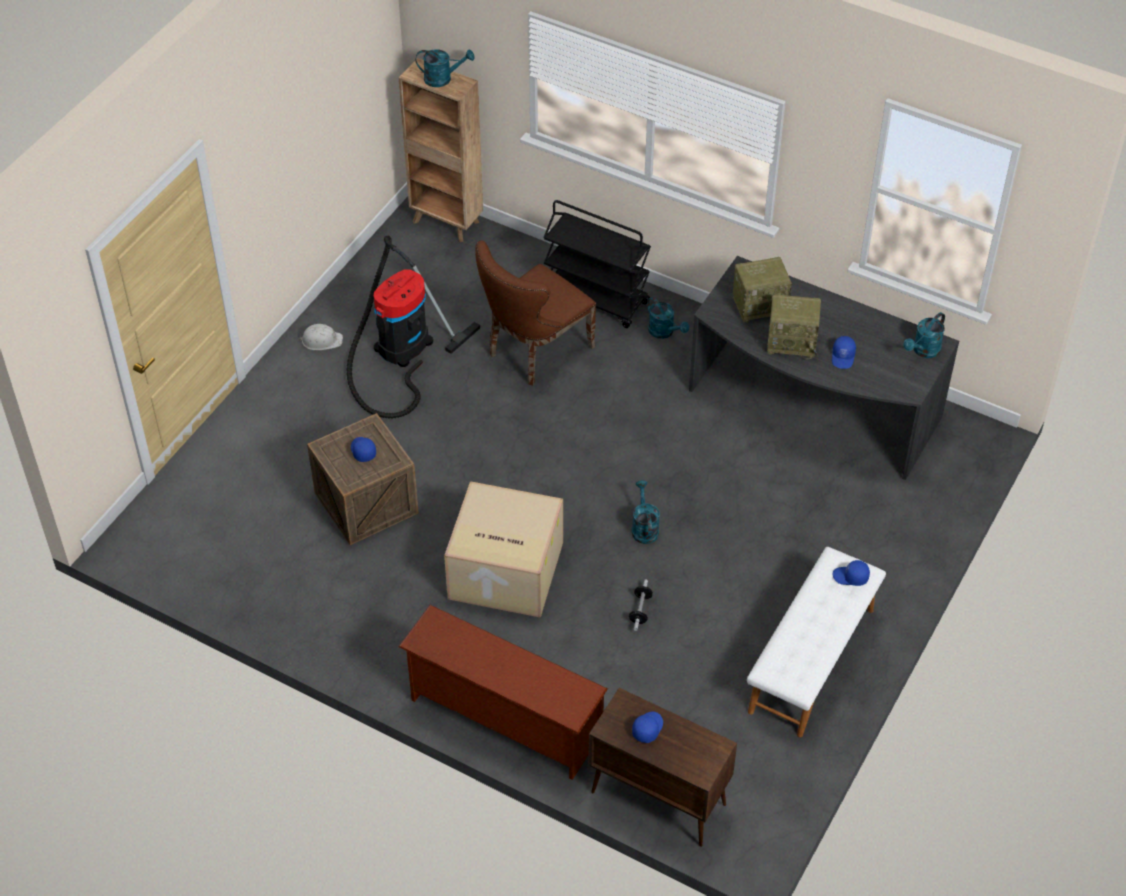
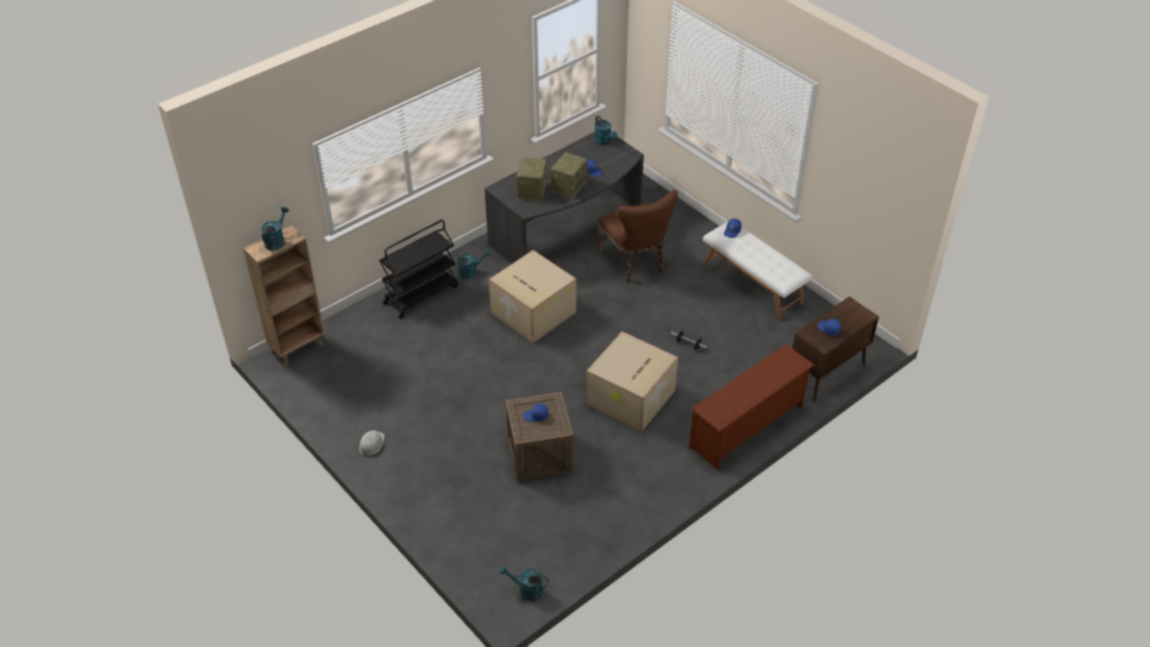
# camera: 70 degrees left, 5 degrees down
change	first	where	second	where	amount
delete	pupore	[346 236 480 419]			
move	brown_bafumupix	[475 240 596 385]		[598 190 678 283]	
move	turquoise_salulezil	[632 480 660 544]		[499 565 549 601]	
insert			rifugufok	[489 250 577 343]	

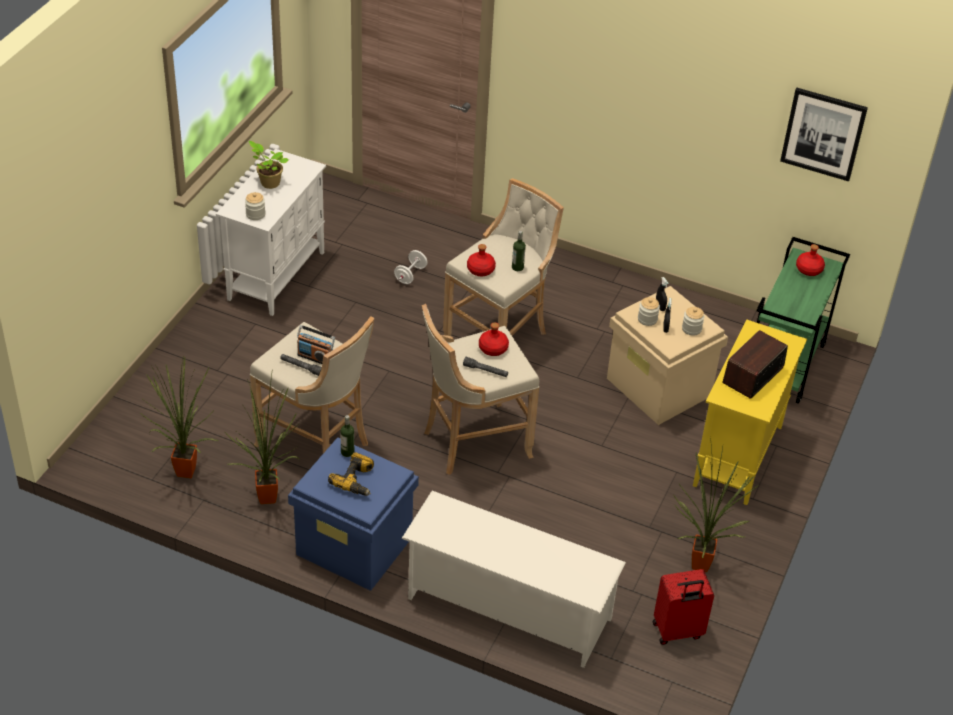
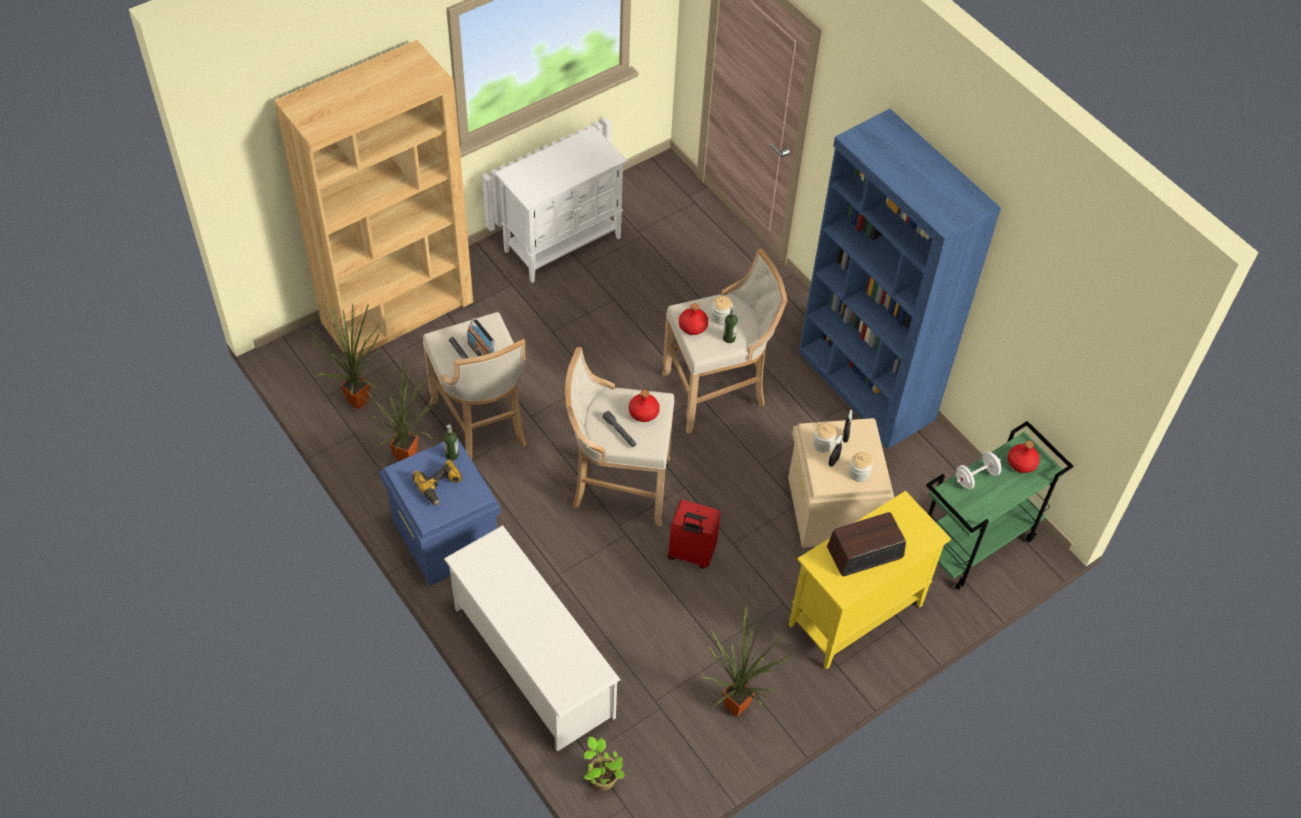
# camera: 30 degrees right, 10 degrees up
change	first	where	second	where	amount
delete	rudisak	[780 88 868 181]			
move	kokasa	[249 141 289 189]		[584 737 625 791]	
move	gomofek	[245 192 266 220]		[711 296 733 325]	
move	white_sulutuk	[394 250 428 284]		[956 452 1001 489]	
move	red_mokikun	[653 569 714 645]		[668 500 721 568]	
insert			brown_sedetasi	[274 40 473 359]	
insert			blue_sedetasi	[799 109 1001 449]	

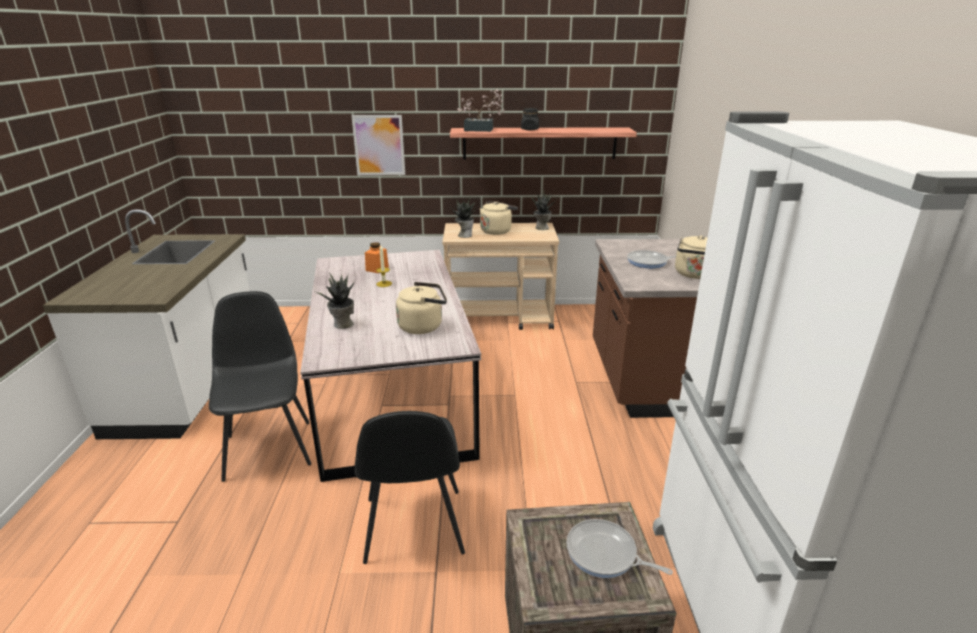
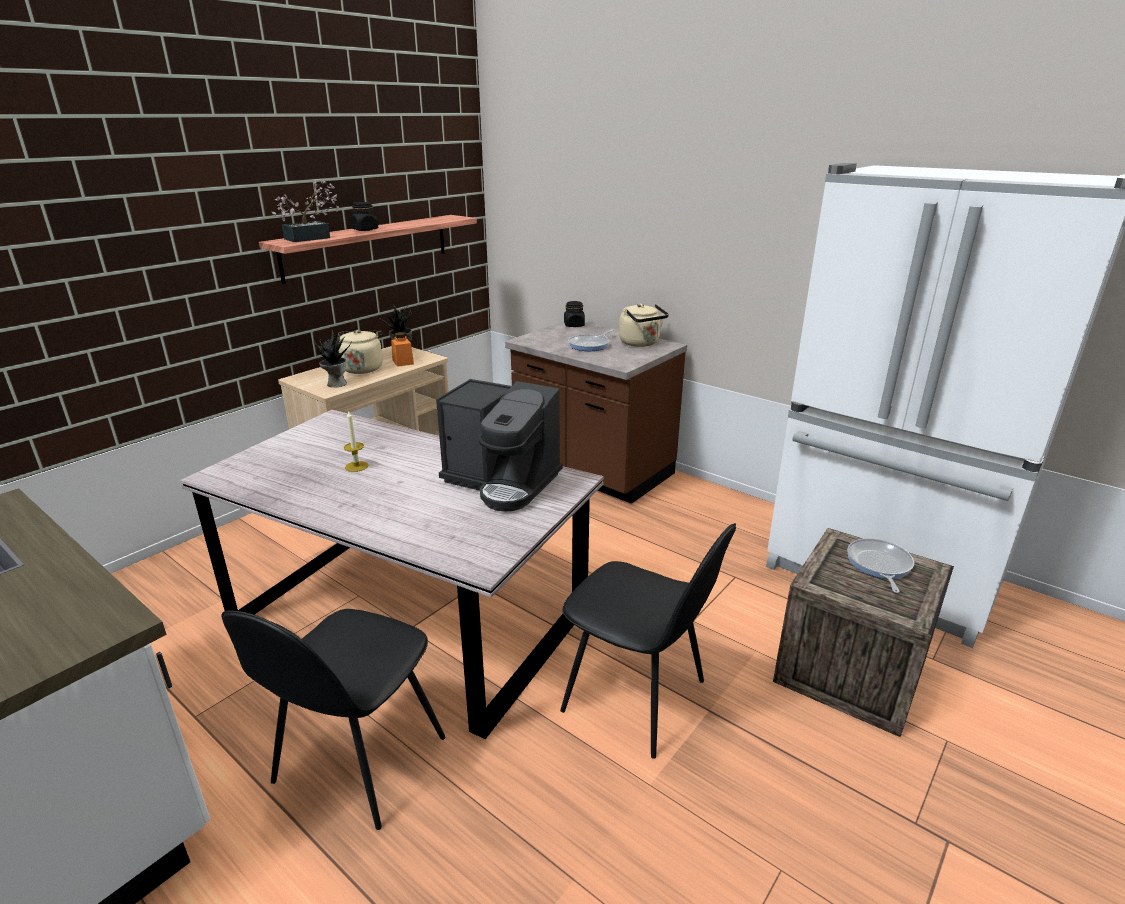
# camera: 50 degrees left, 0 degrees up
change	first	where	second	where	amount
delete	rudisak	[352 115 405 175]			
move	orange_gomofek	[365 242 389 273]		[391 332 414 367]	
delete	kokasa	[316 272 354 329]			
replace	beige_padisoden	[396 282 447 334]	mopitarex	[436 379 563 512]	
rotate	black_bafumupix	[209 291 311 482]		[221 609 445 830]	90 degrees counterclockwise
rotate	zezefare	[566 519 673 578]		[847 538 914 593]	120 degrees clockwise
insert			black_gomofek	[564 301 585 327]	

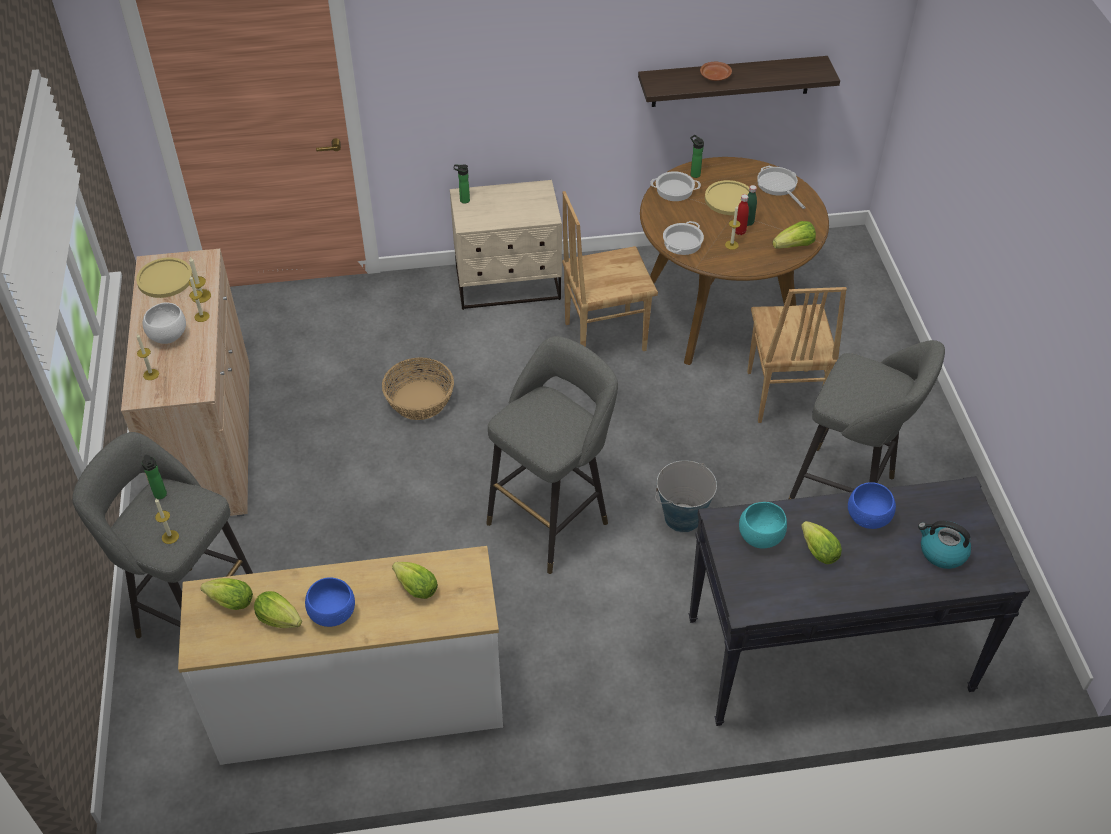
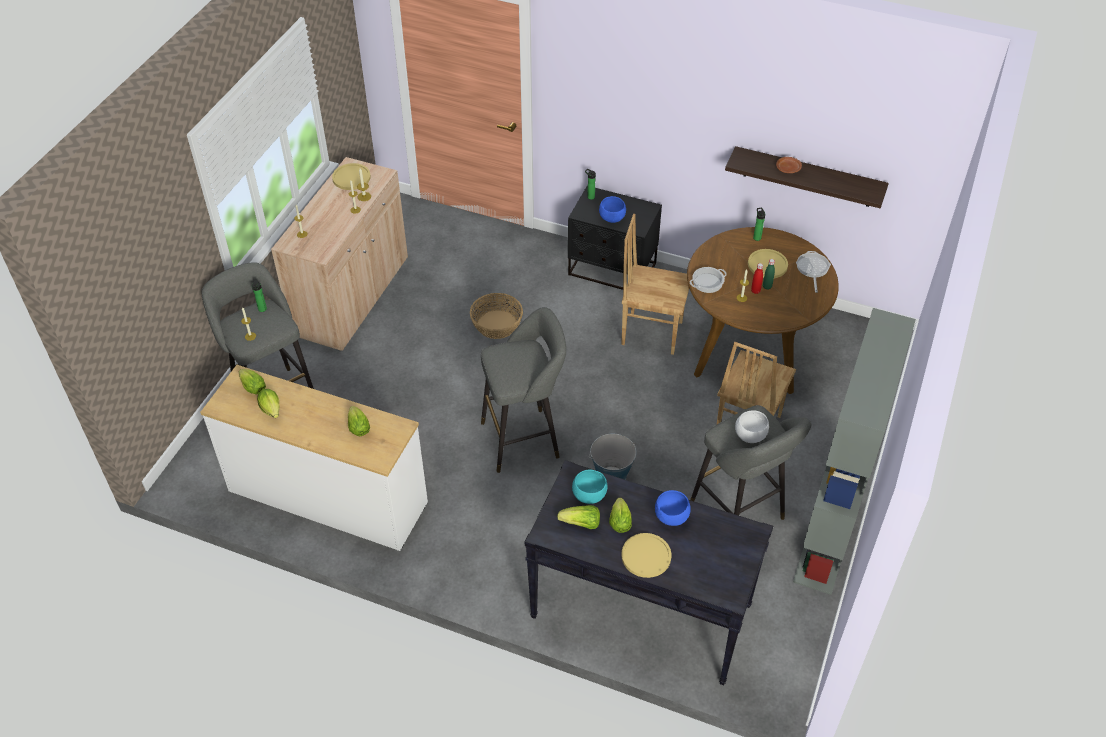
# camera: 30 degrees right, 0 degrees up
change	first	where	second	where	amount
delete	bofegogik	[650 171 701 201]			
recolor	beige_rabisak	[450 180 562 310]	black_rabisak	[568 186 662 290]	
move	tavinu	[772 221 816 249]		[557 505 600 529]	
move	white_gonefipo	[143 303 186 344]		[735 410 769 443]	
delete	padisoden	[918 521 971 569]			
move	blue_gonefipo	[305 577 355 627]		[599 196 626 223]	
insert			grey_sedetasi	[793 308 916 595]	
insert			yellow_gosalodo	[621 533 671 578]	

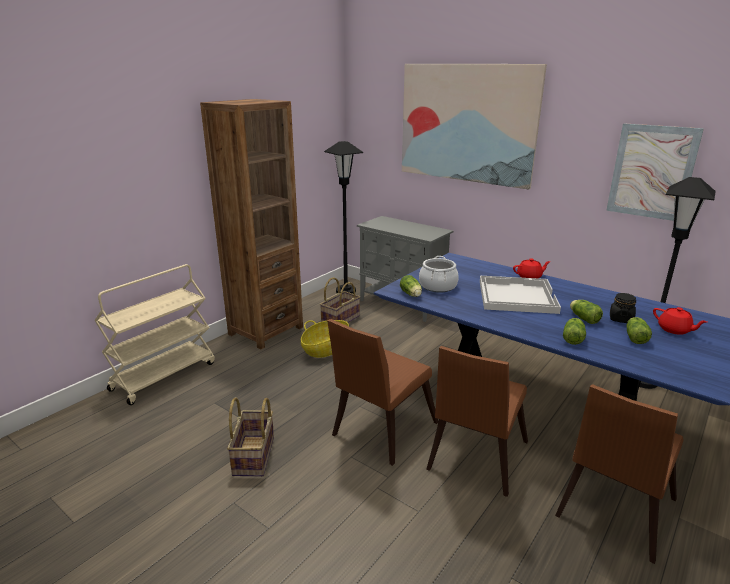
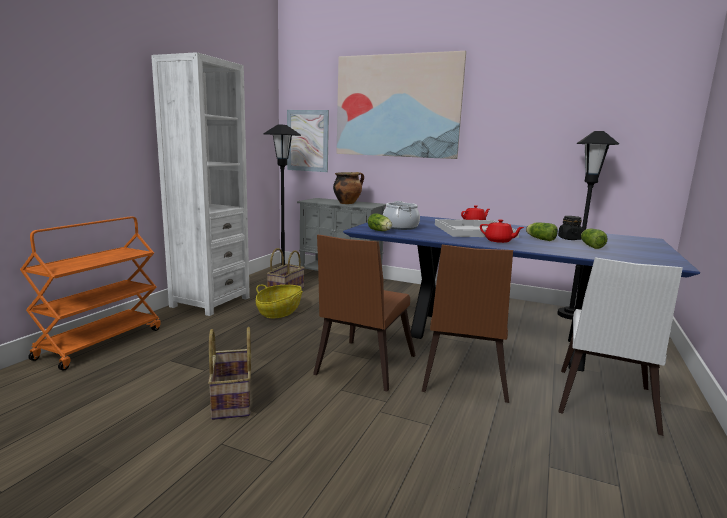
# camera: 15 degrees left, 10 degrees down
change	first	where	second	where	amount
recolor	brown_sedetasi	[200 99 303 350]	white_sedetasi	[151 52 250 316]	
move	rudisak	[606 123 704 221]		[287 110 329 172]	
recolor	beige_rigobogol	[94 264 215 405]	orange_rigobogol	[20 216 161 371]	
move	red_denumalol	[653 307 707 335]		[480 219 524 243]	
delete	tavinu	[563 318 586 345]			
recolor	brown_bafumupix	[555 384 684 564]	white_bafumupix	[558 258 683 436]	
insert			bofegogik	[333 172 364 204]	

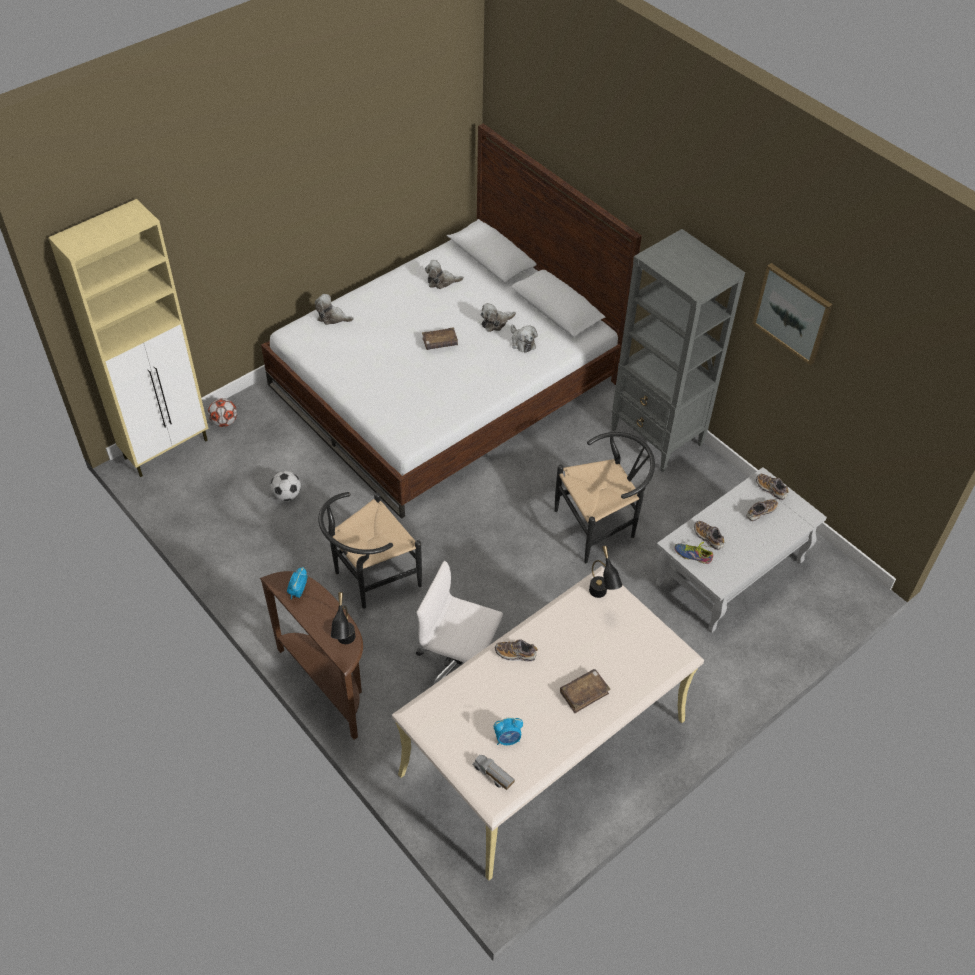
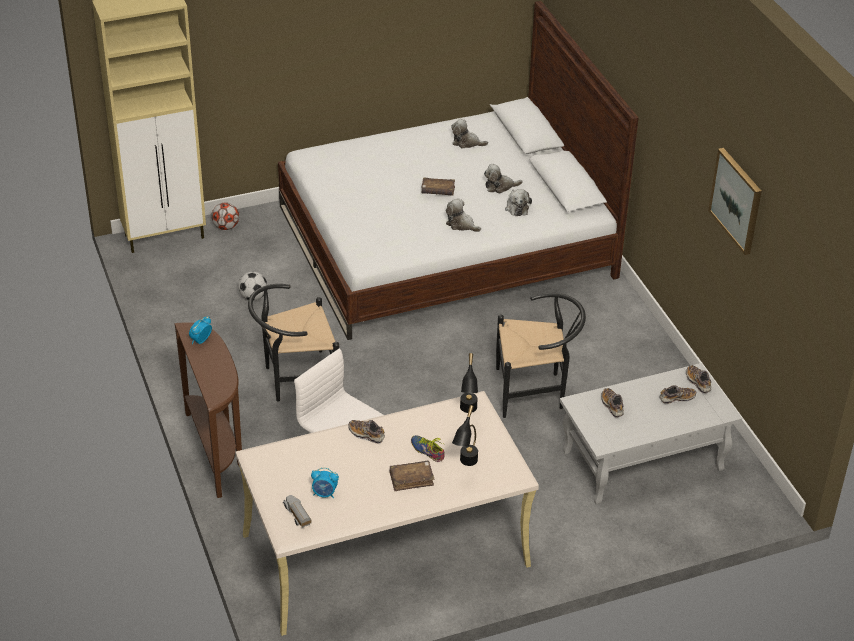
# camera: 20 degrees right, 10 degrees down
change	first	where	second	where	amount
delete	grey_sedetasi	[611 229 745 472]			
move	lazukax	[315 294 354 325]		[446 198 481 232]	
move	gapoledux	[674 542 713 564]		[411 435 445 462]	
move	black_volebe	[331 592 356 644]		[452 405 478 466]	

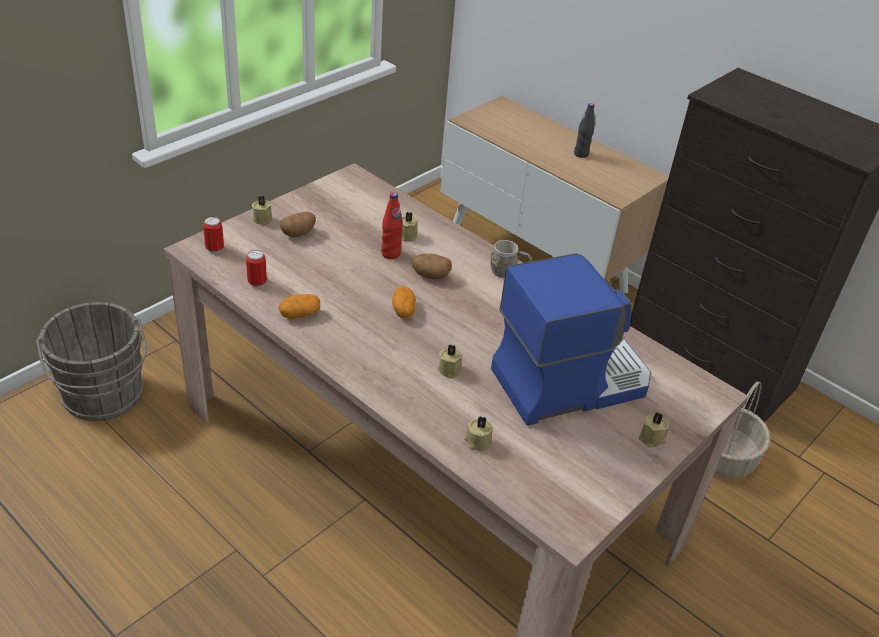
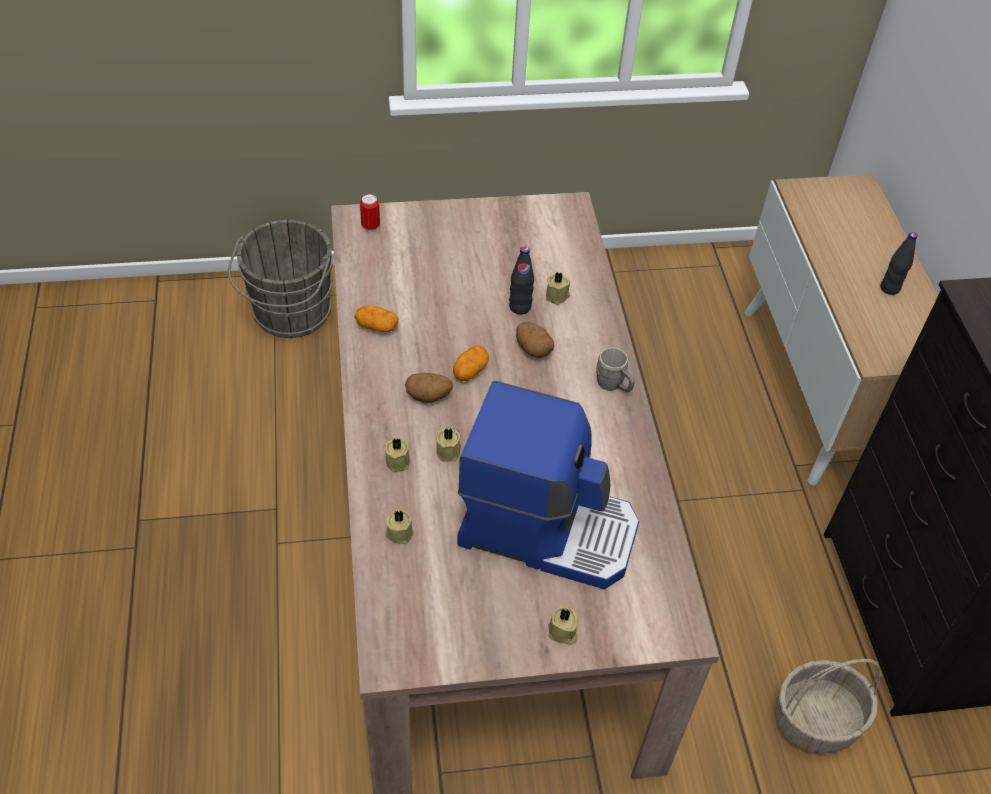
# camera: 40 degrees right, 10 degrees up
change	first	where	second	where	amount
recolor	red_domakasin	[381 193 403 259]	black_domakasin	[509 247 534 315]	
move	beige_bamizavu	[252 196 273 225]		[384 439 410 473]	
move	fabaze	[280 212 316 237]		[405 373 453 403]	
delete	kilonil	[246 250 267 288]			

